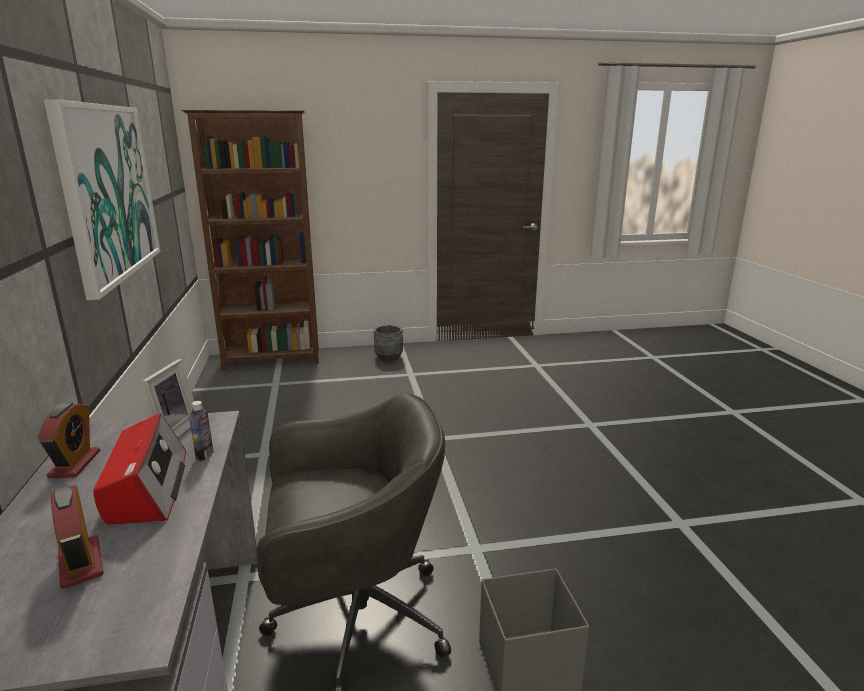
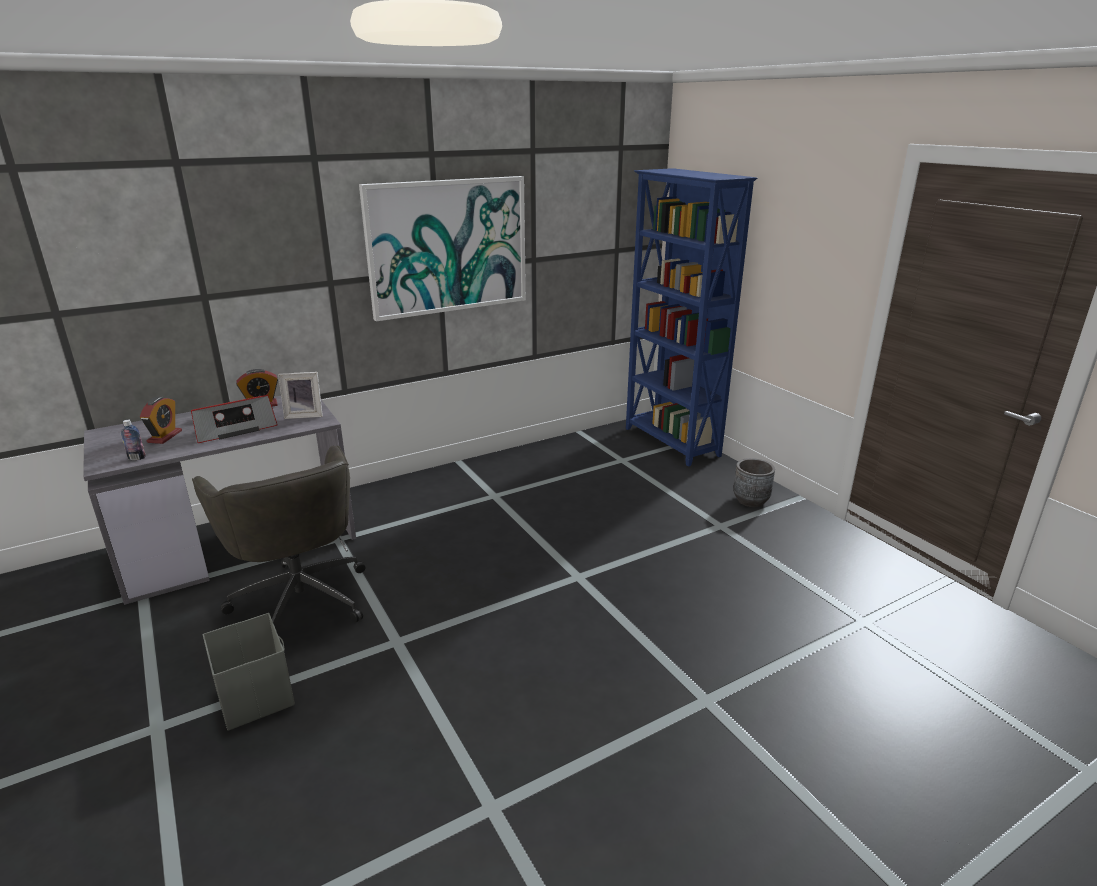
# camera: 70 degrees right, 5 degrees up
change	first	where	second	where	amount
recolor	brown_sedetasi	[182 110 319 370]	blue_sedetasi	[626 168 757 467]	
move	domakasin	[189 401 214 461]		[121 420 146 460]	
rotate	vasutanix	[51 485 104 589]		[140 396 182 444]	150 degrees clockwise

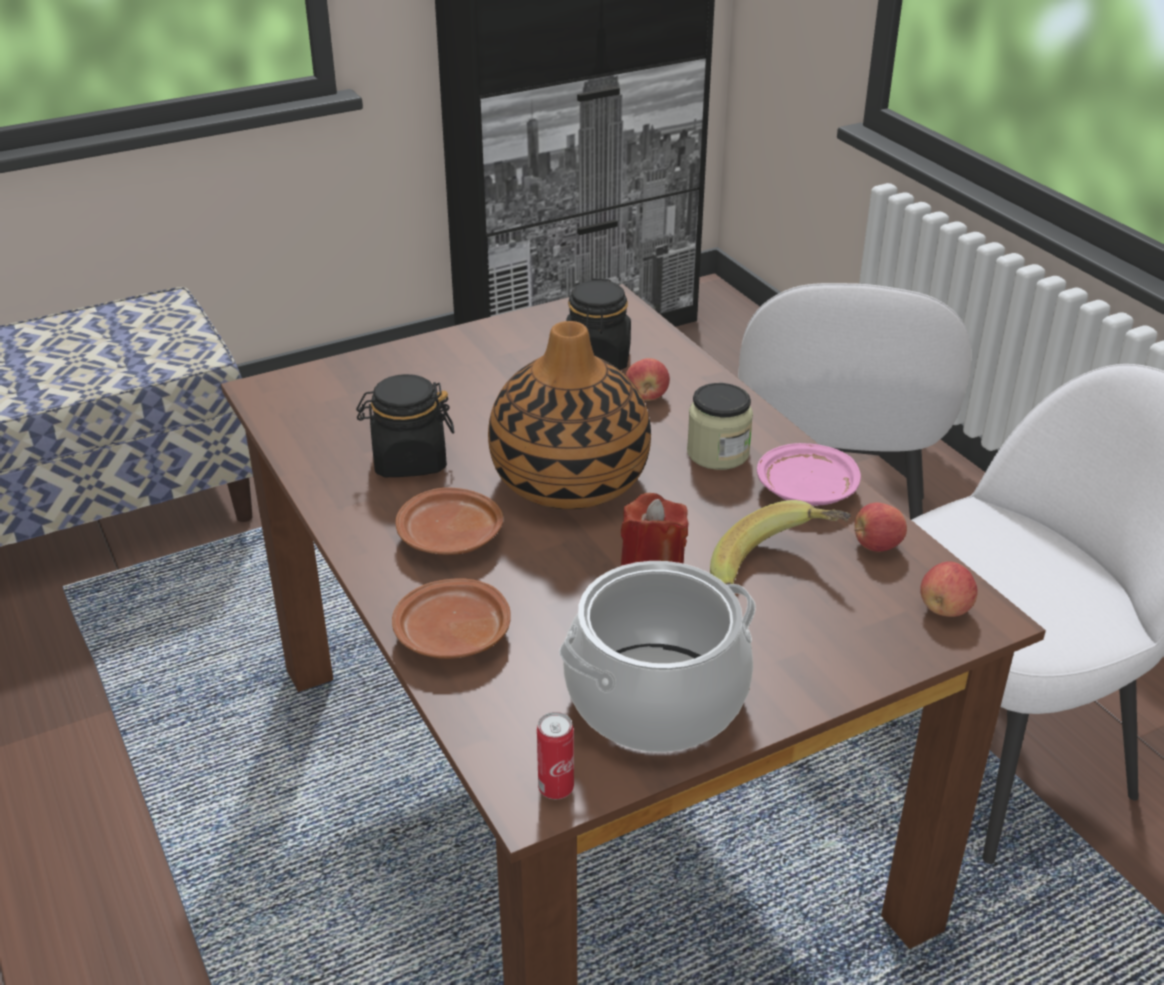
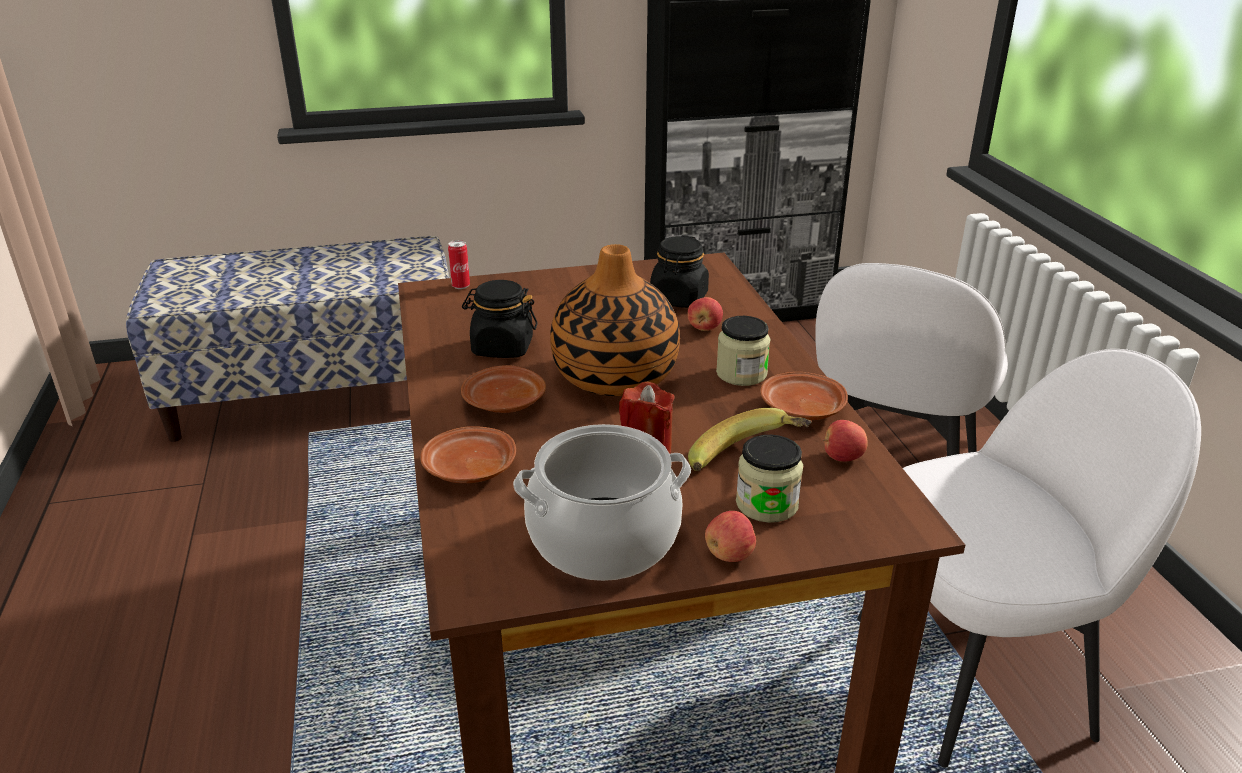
# camera: 15 degrees right, 5 degrees down
change	first	where	second	where	amount
recolor	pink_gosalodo	[757 443 861 506]	brown_gosalodo	[760 372 848 420]	
move	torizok	[920 562 978 617]		[705 511 756 562]	
move	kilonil	[537 712 574 799]		[448 240 470 289]	
insert			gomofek	[736 435 803 523]	

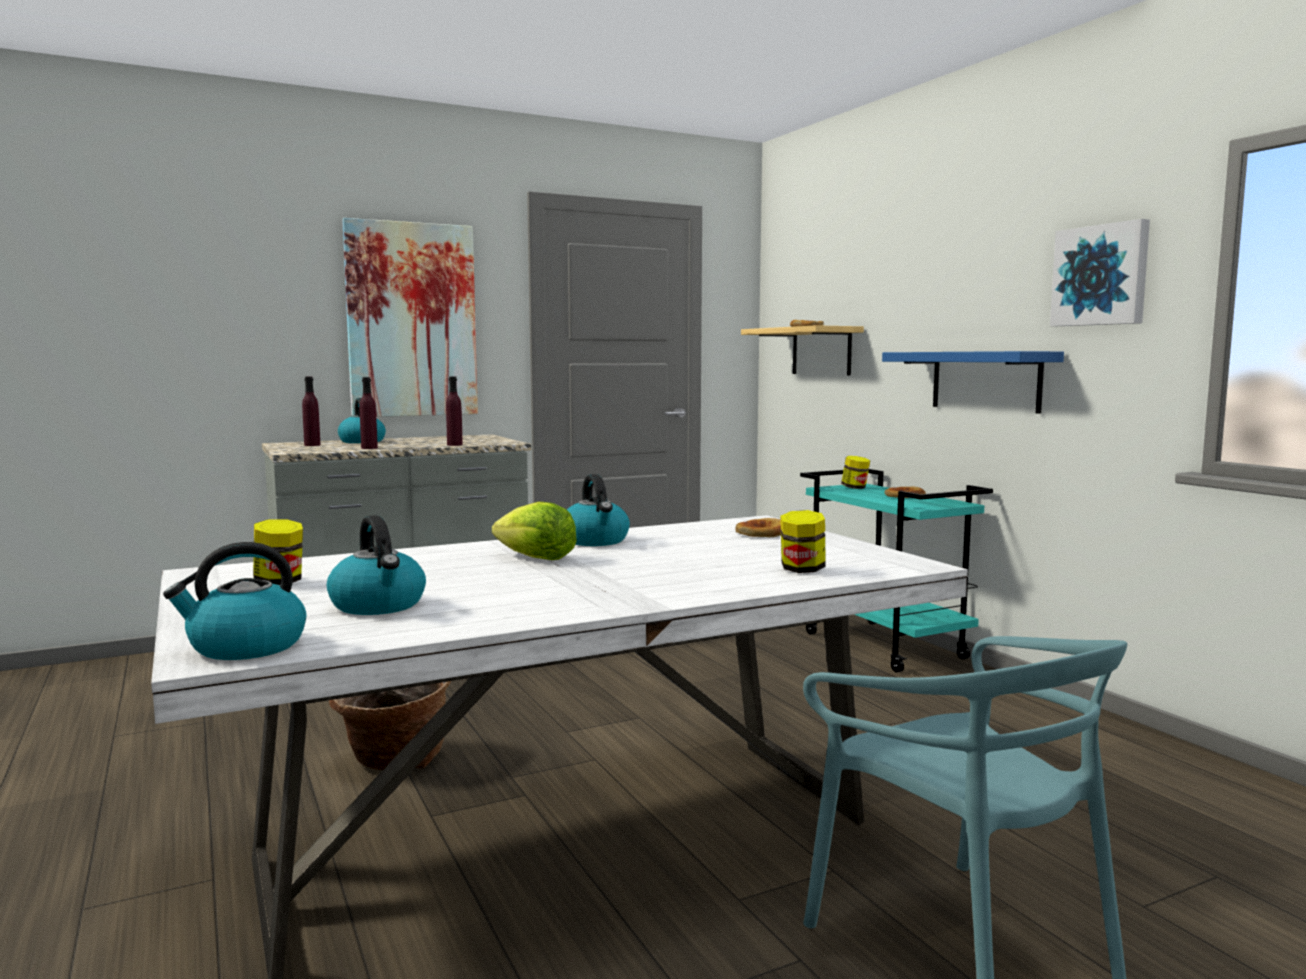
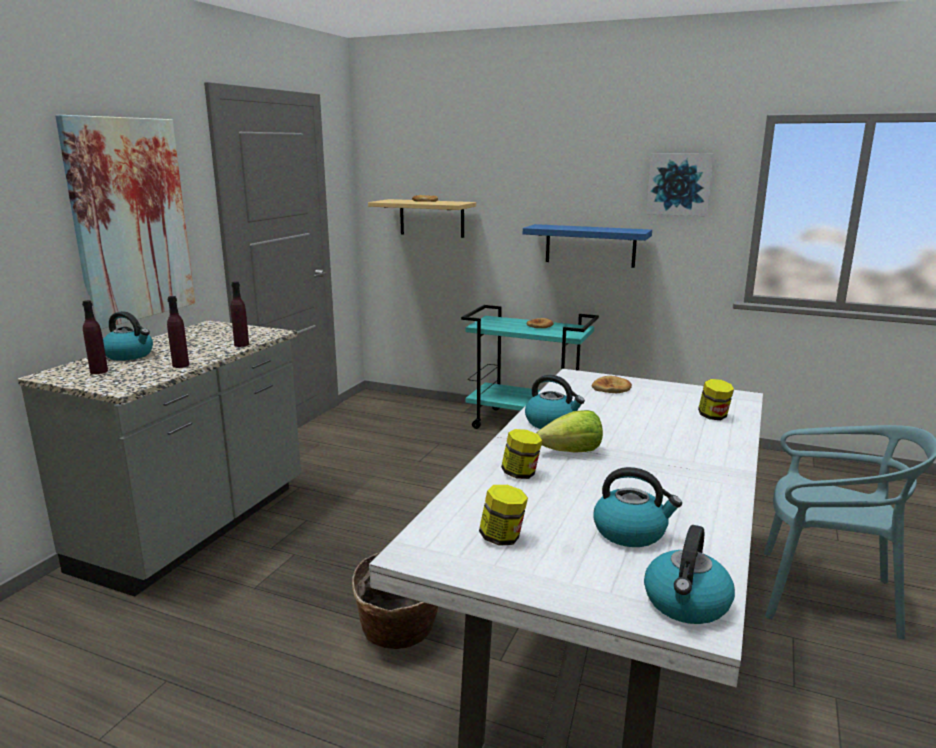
# camera: 40 degrees left, 10 degrees up
change	first	where	second	where	amount
move	gomofek	[841 456 870 489]		[501 429 542 479]	

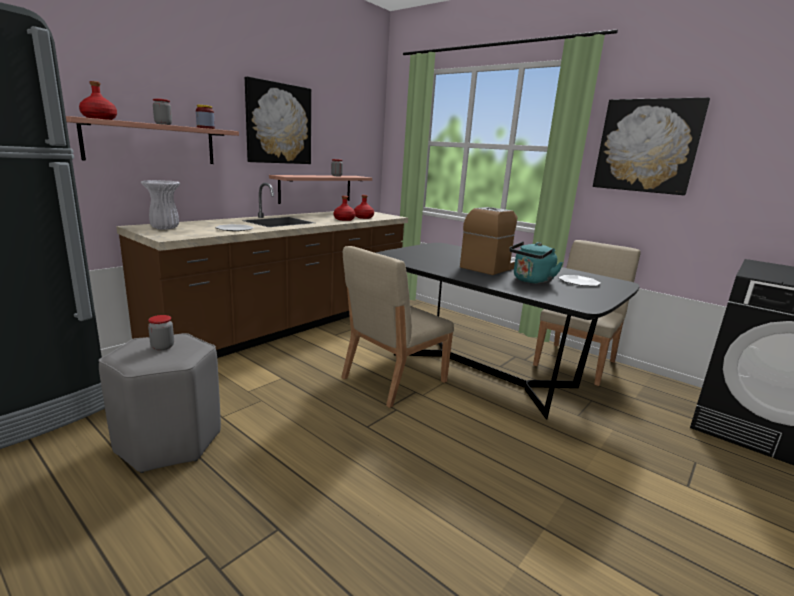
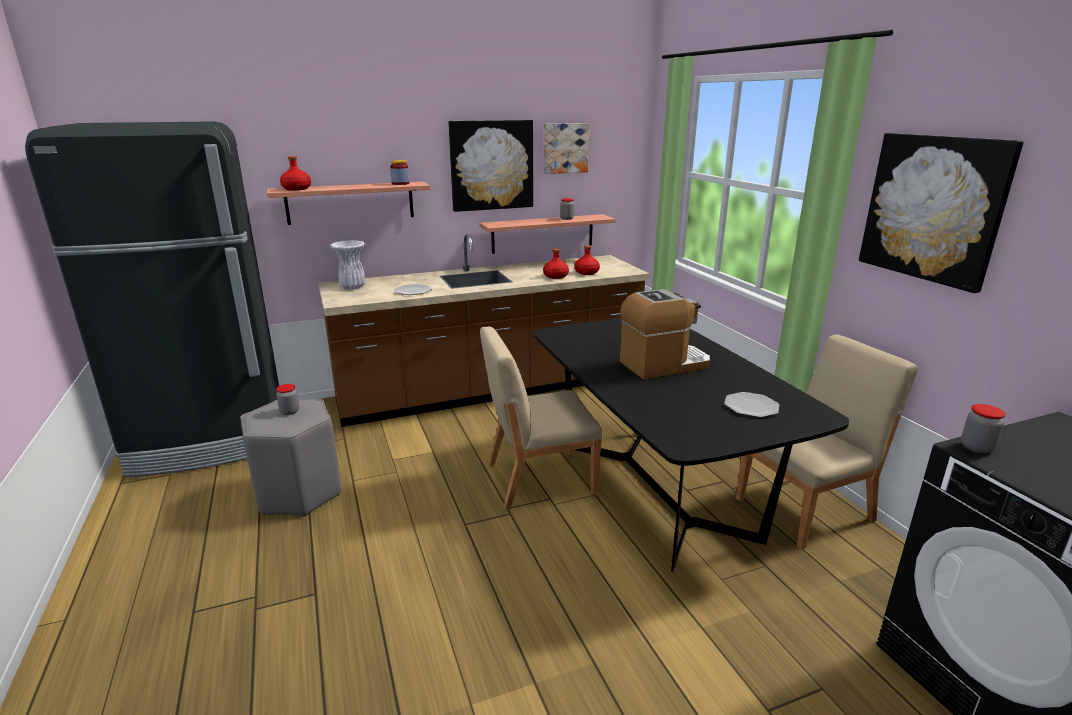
# camera: 30 degrees right, 5 degrees up
change	first	where	second	where	amount
move	gomofek	[153 98 172 125]		[961 404 1006 454]	
delete	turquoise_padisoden	[509 242 563 284]			
insert			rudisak	[544 123 589 174]	

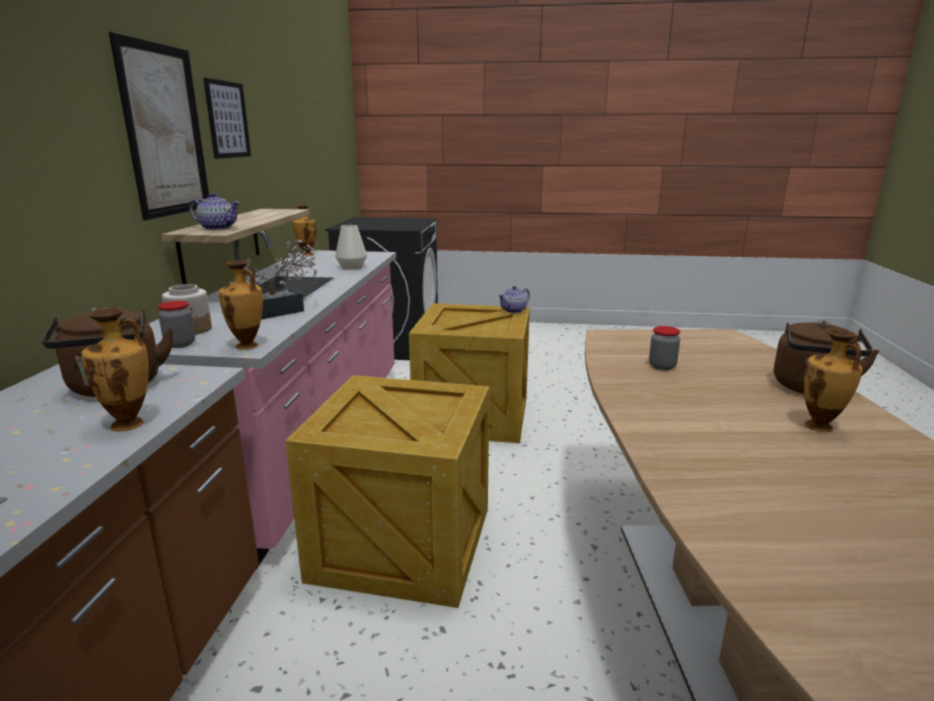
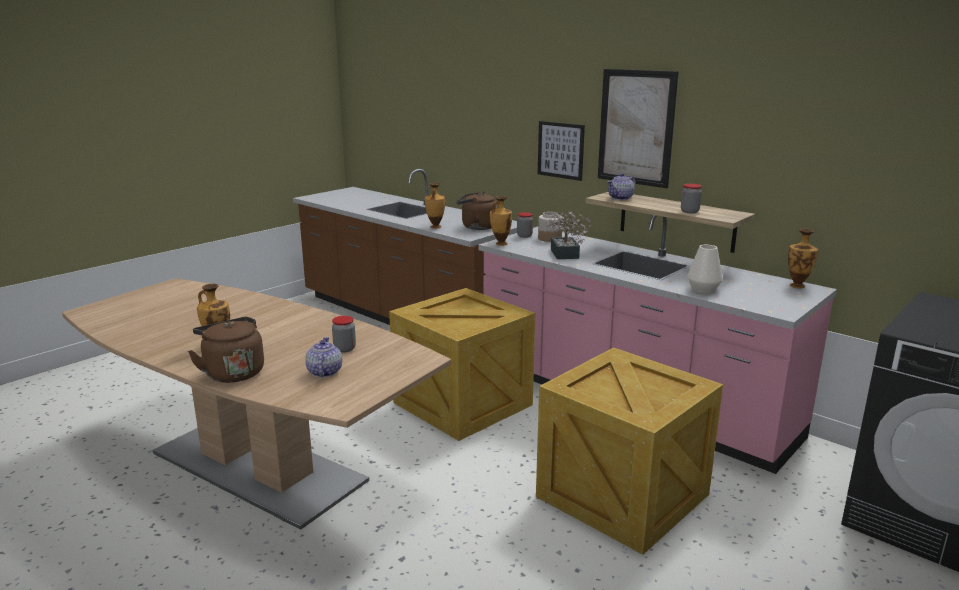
# camera: 125 degrees right, 0 degrees up
change	first	where	second	where	amount
move	rudisak	[203 78 251 159]		[538 121 585 181]	
move	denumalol	[498 286 530 313]		[306 337 342 378]	
insert			gomofek	[681 184 702 213]	

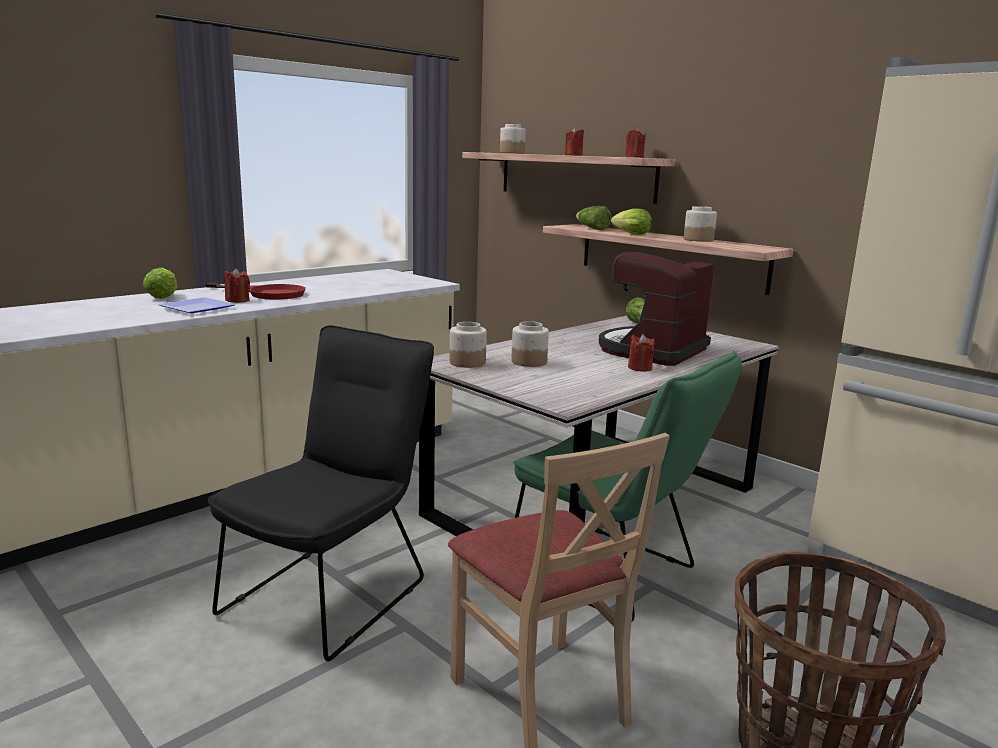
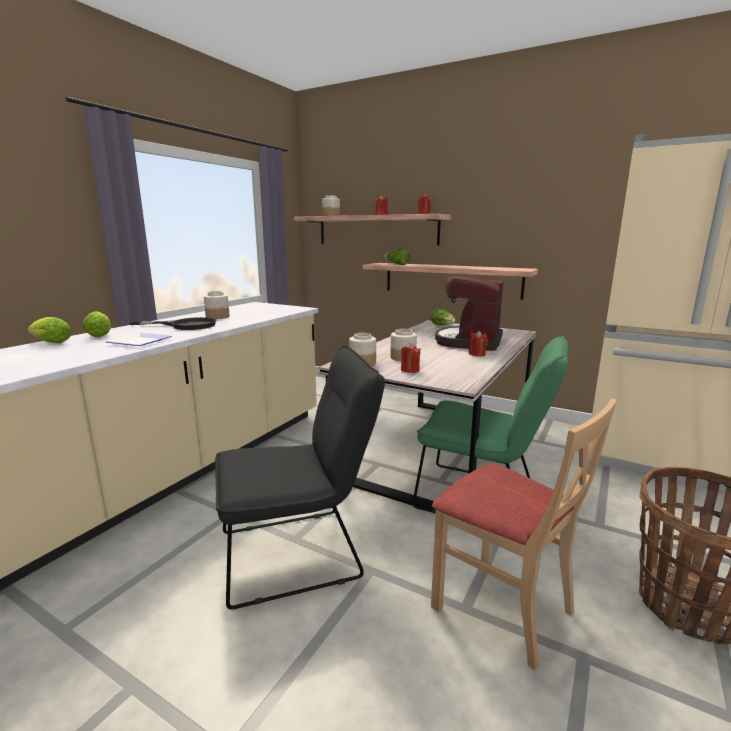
# camera: 15 degrees left, 0 degrees up
change	first	where	second	where	amount
move	gomofek	[684 206 717 242]		[204 291 230 319]	
move	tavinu	[611 208 652 235]		[28 317 71 343]	
move	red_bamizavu	[224 268 250 303]		[401 344 421 373]	
recolor	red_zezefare	[205 283 306 300]	black_zezefare	[129 317 216 330]	
rotate	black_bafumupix	[208 325 434 661]		[215 346 385 610]	60 degrees clockwise

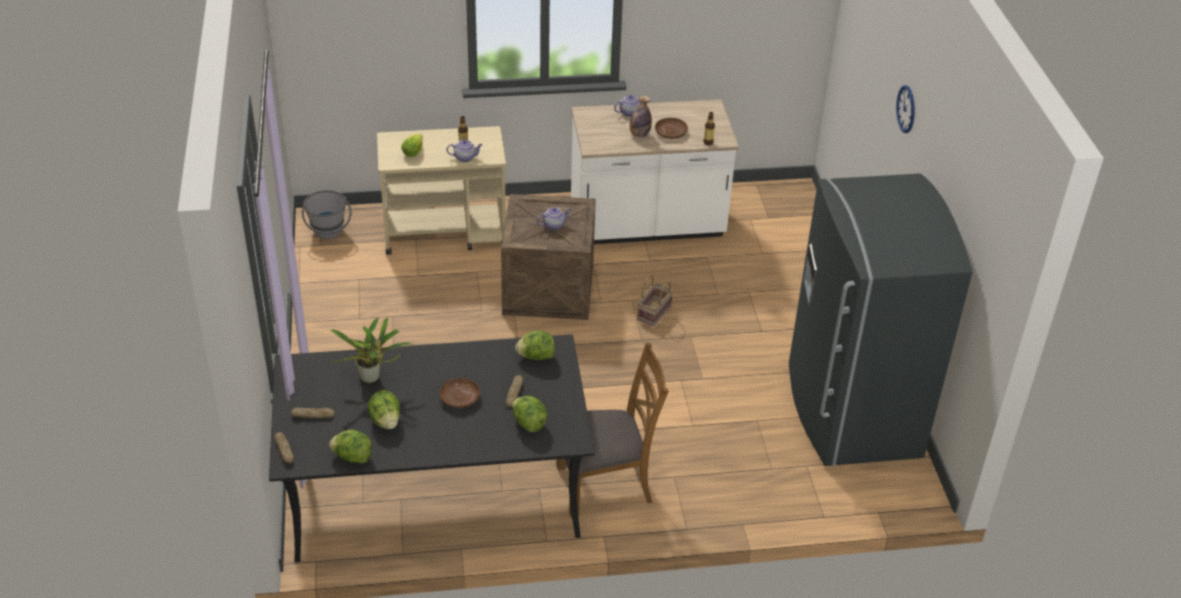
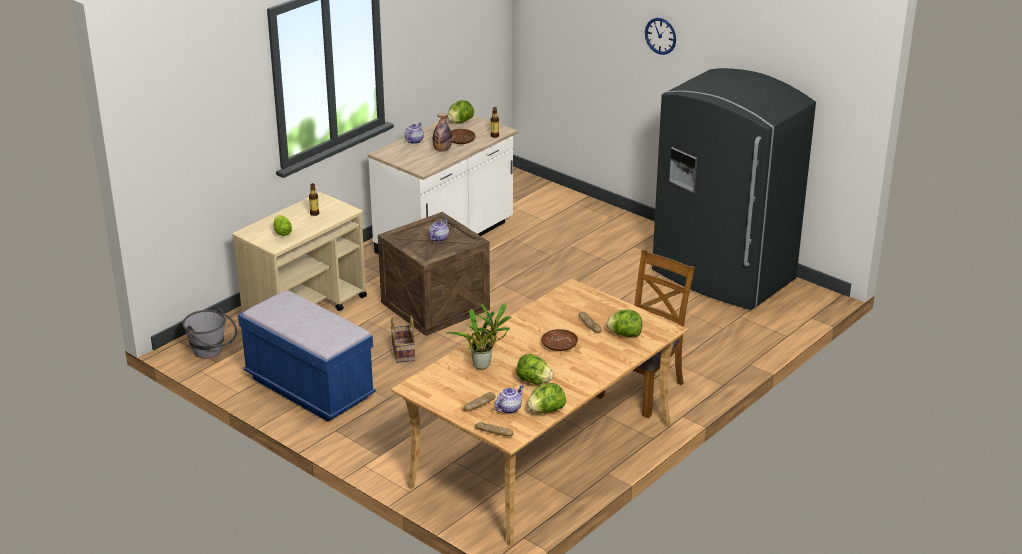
# camera: 40 degrees left, 10 degrees down
change	first	where	second	where	amount
move	denumalol	[447 140 483 162]		[494 385 524 414]	
move	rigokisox	[637 275 673 326]		[391 315 415 363]	
move	tavinu	[515 331 555 360]		[448 100 474 124]	
recolor	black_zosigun	[269 334 595 562]	beige_zosigun	[391 278 688 547]	
insert			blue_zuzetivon	[238 290 376 422]	

